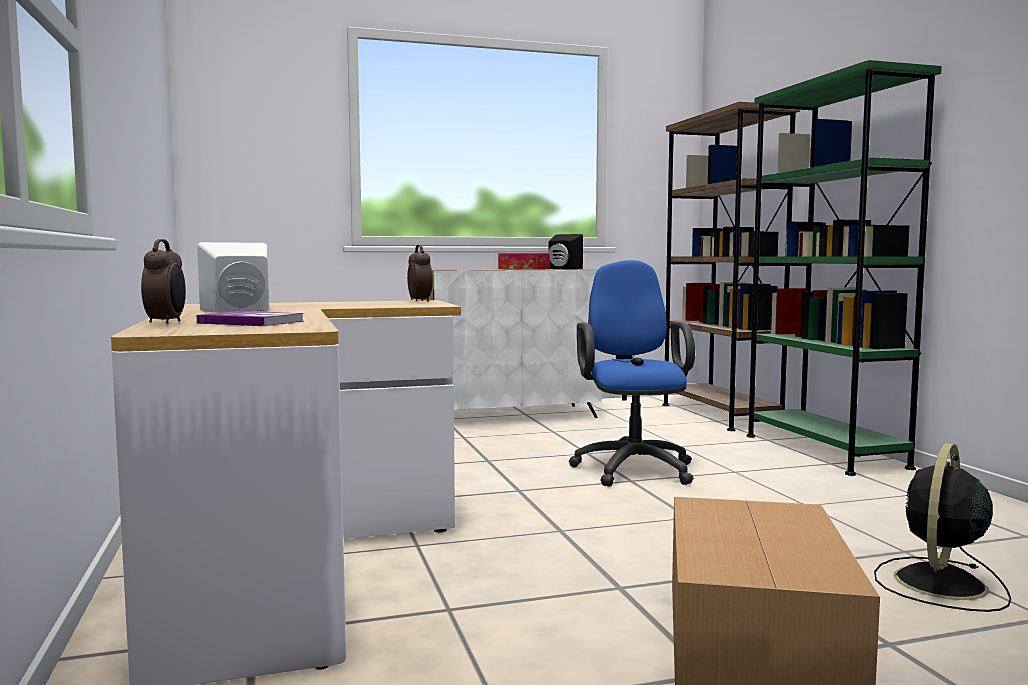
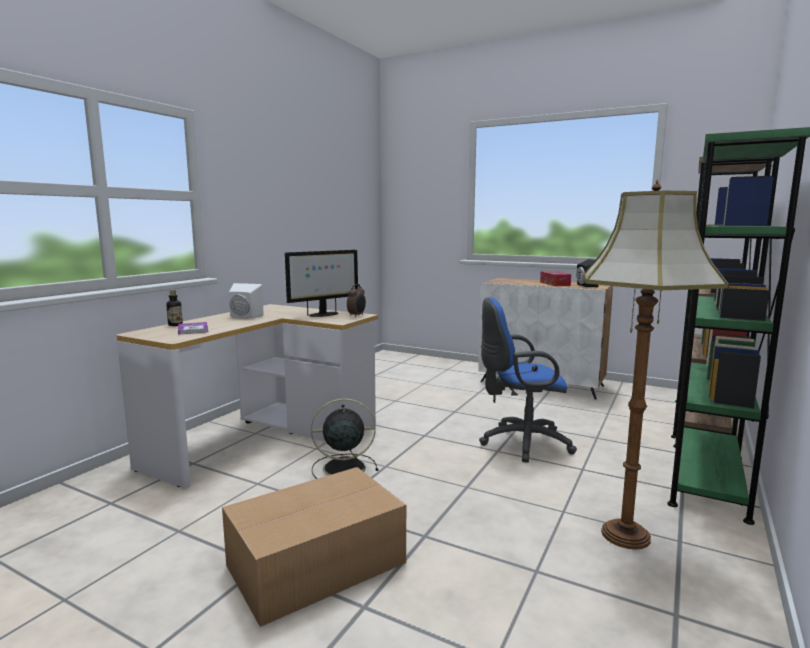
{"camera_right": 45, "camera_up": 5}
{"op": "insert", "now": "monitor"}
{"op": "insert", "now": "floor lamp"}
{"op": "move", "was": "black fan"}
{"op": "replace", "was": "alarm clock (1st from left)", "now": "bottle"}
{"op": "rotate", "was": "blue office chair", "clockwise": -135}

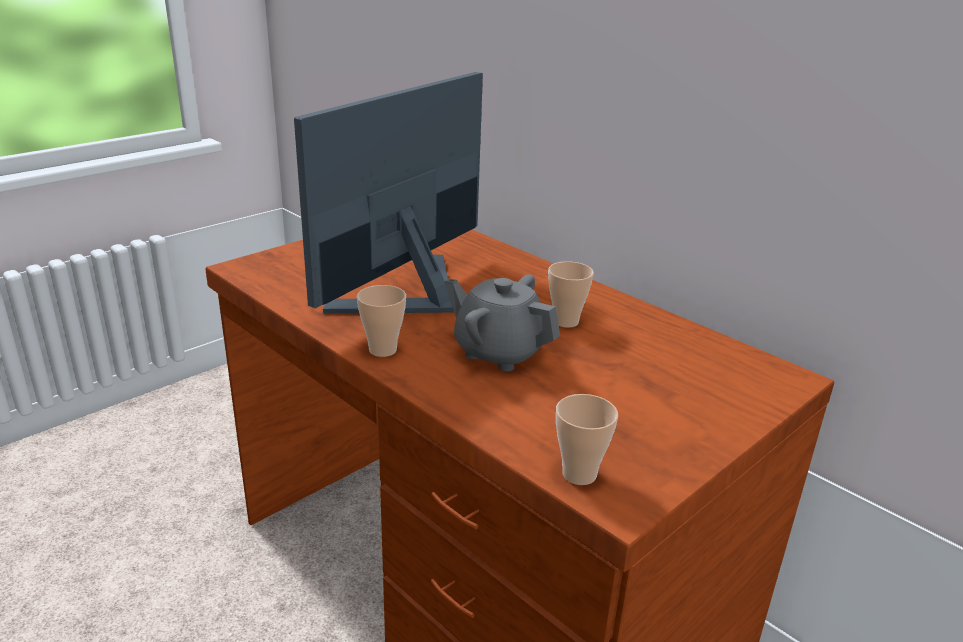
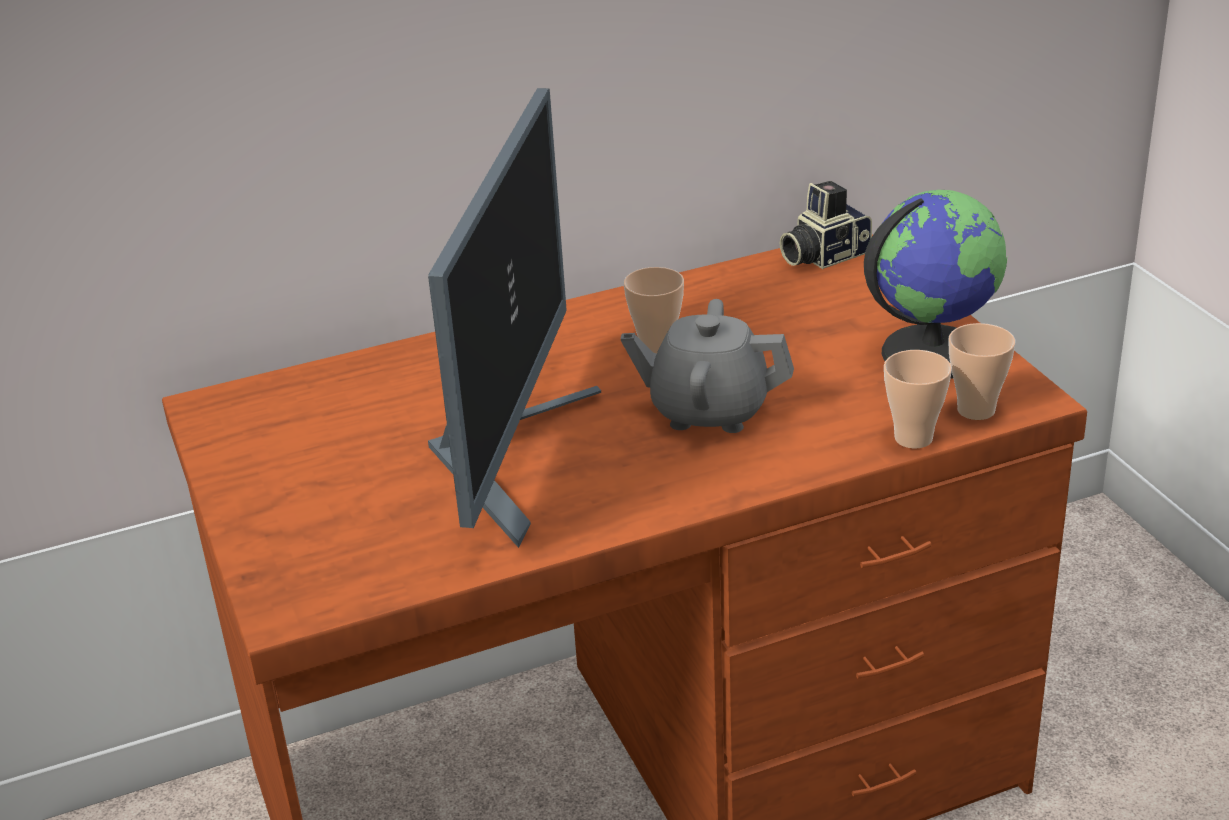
{"camera_right": -65, "camera_up": 5}
{"op": "insert", "now": "photo camera"}
{"op": "insert", "now": "globe"}
{"op": "move", "was": "cup (1st from left in the first image)", "now": "cup (2nd from left)"}
{"op": "rotate", "was": "monitor", "clockwise": -135}
{"op": "rotate", "was": "grey teapot", "clockwise": 45}

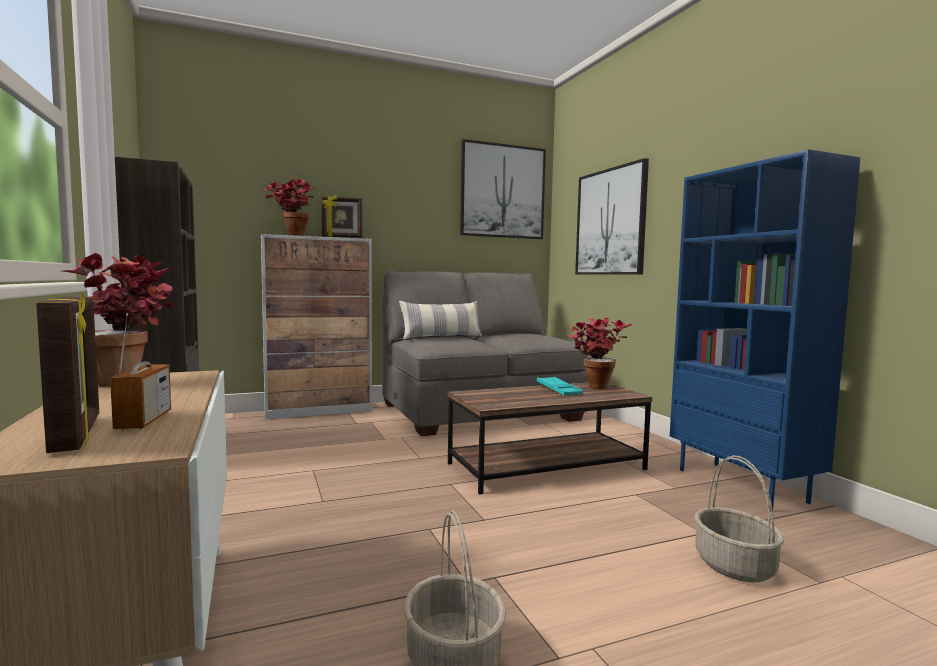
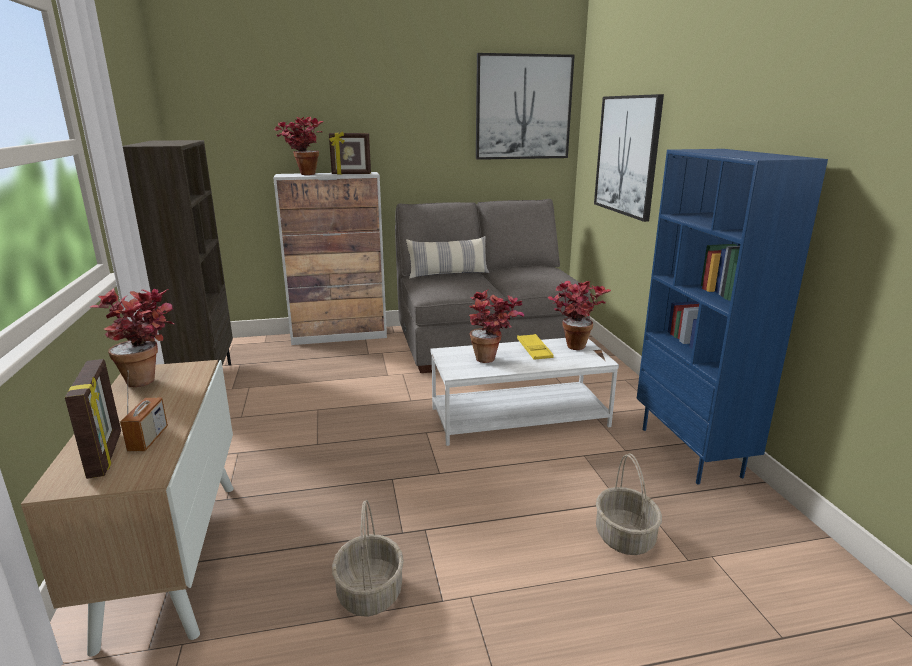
{"camera_right": 10, "camera_up": 15}
{"op": "insert", "now": "potted plant (3rd from left)"}
{"op": "recolor", "was": "brown coffee table", "now": "white coffee table"}
{"op": "recolor", "was": "turquoise tray", "now": "yellow tray"}

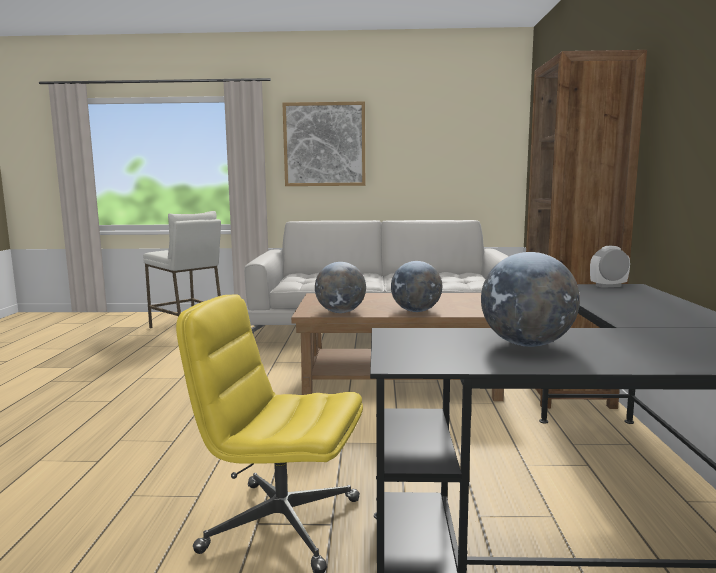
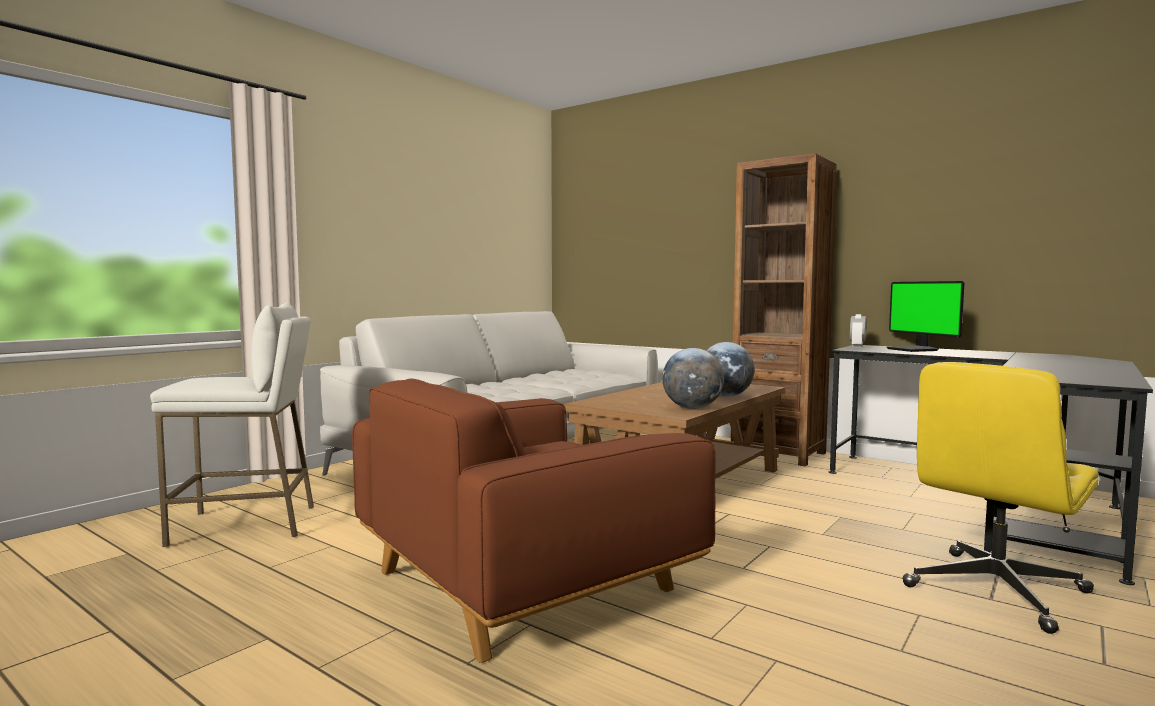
{"camera_right": -55, "camera_up": -5}
{"op": "delete", "was": "picture"}
{"op": "delete", "was": "globe (3rd from left)"}
{"op": "insert", "now": "brown armchair"}
{"op": "insert", "now": "monitor"}

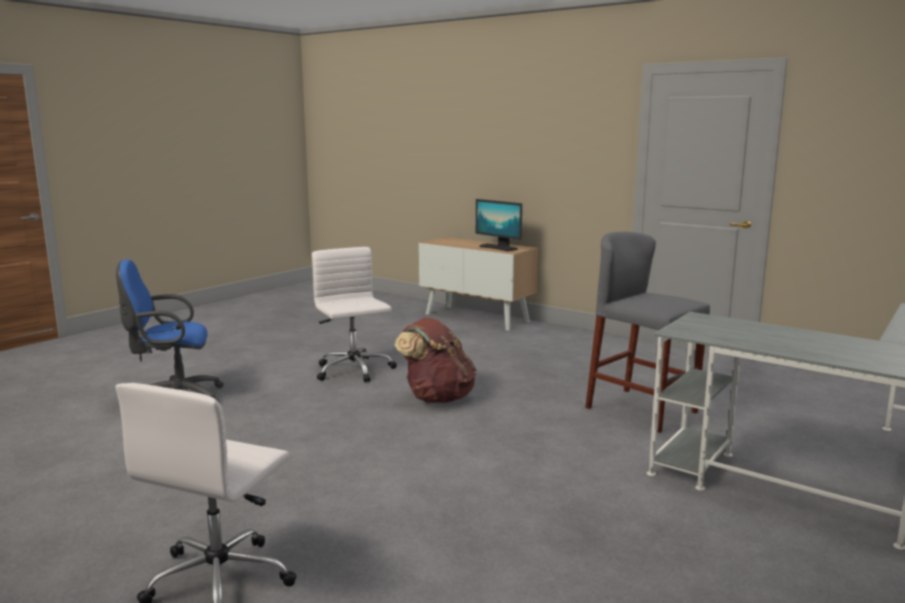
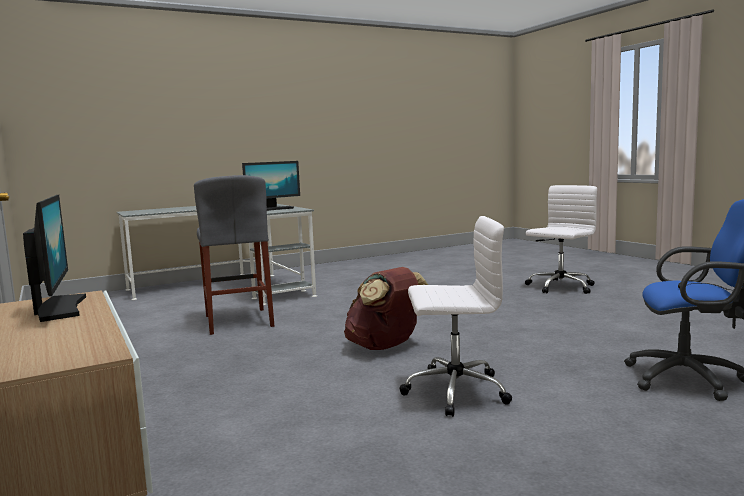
{"camera_right": -155, "camera_up": -5}
{"op": "insert", "now": "monitor (2nd from left)"}
{"op": "rotate", "was": "white office chair (2nd from left in the first image)", "clockwise": -90}

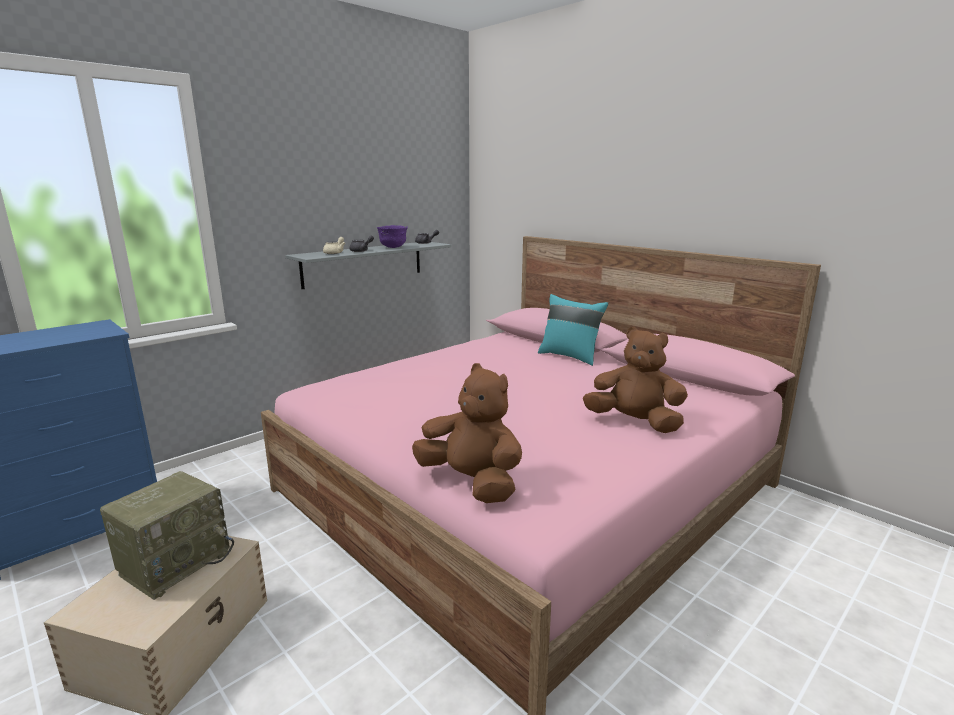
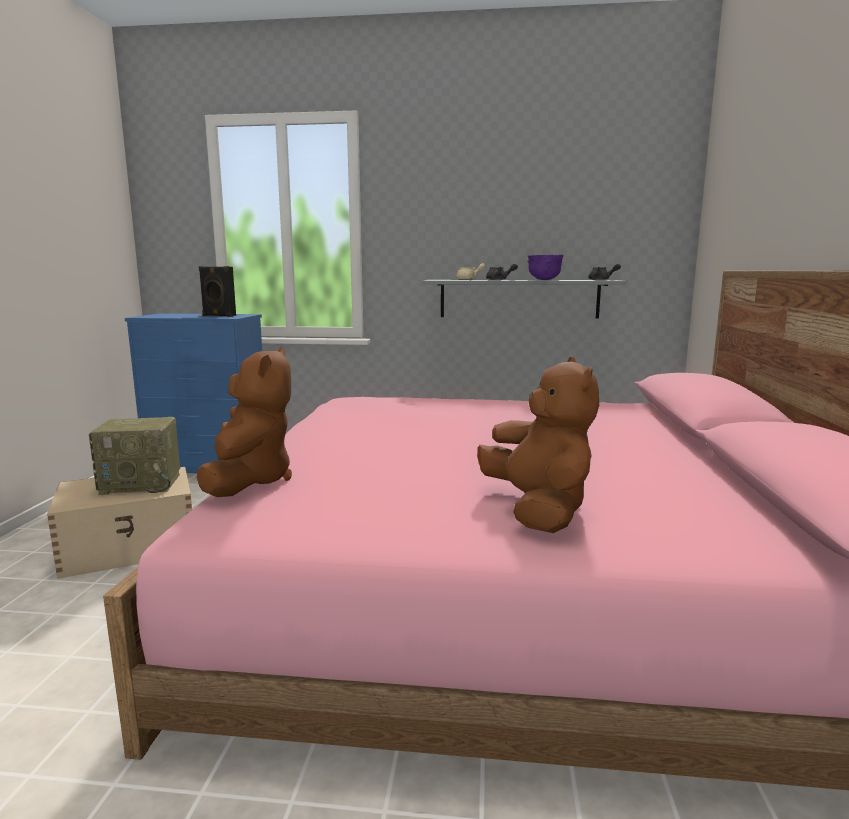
{"camera_right": 50, "camera_up": -5}
{"op": "delete", "was": "turquoise pillow"}
{"op": "insert", "now": "black speaker"}

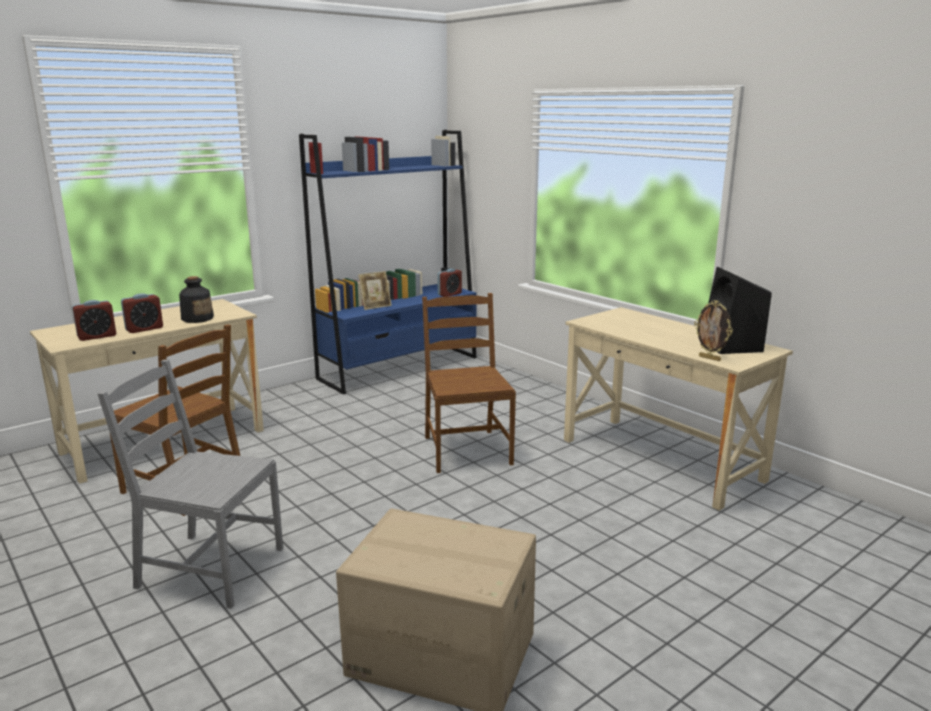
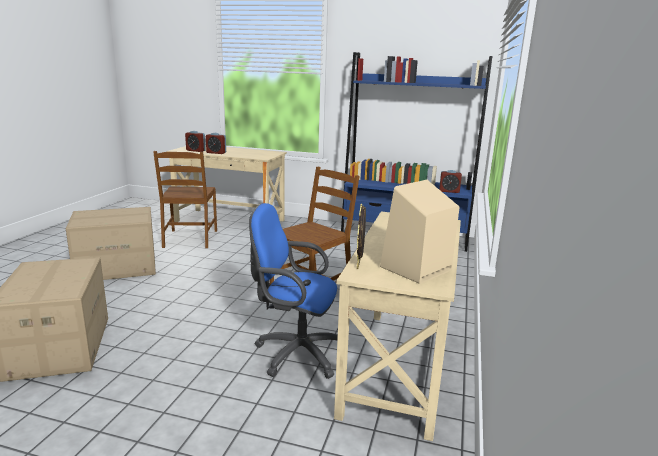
{"camera_right": 55, "camera_up": 0}
{"op": "delete", "was": "bottle"}
{"op": "delete", "was": "picture frame (1st from left)"}
{"op": "insert", "now": "blue office chair"}
{"op": "replace", "was": "grey chair", "now": "cardboard box (2nd from left)"}
{"op": "recolor", "was": "black speaker", "now": "beige speaker"}

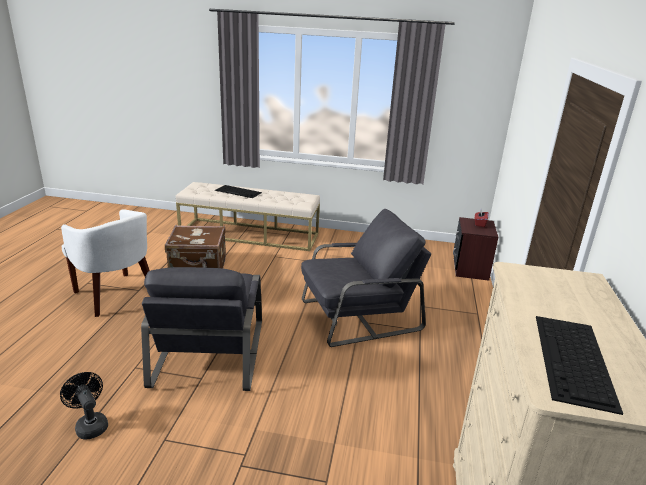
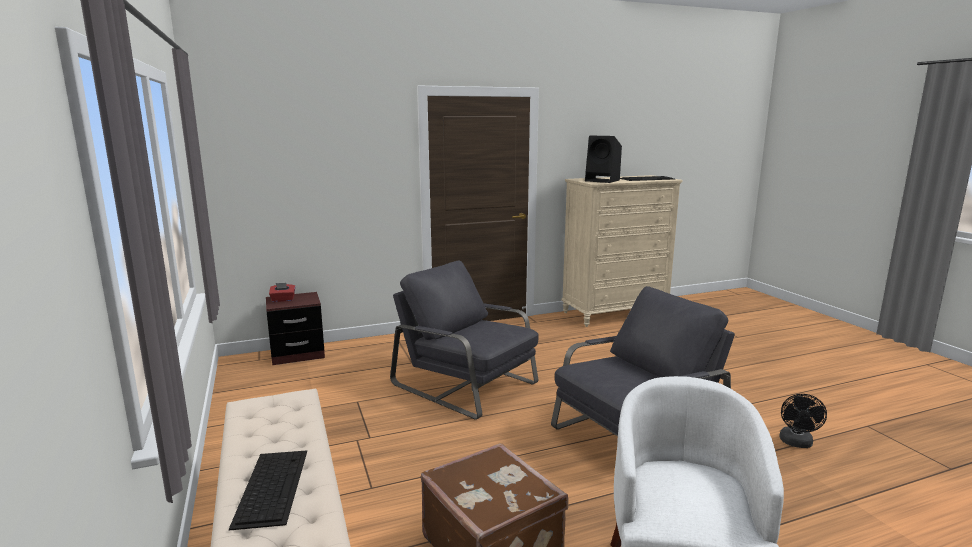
{"camera_right": -120, "camera_up": -10}
{"op": "insert", "now": "black speaker"}

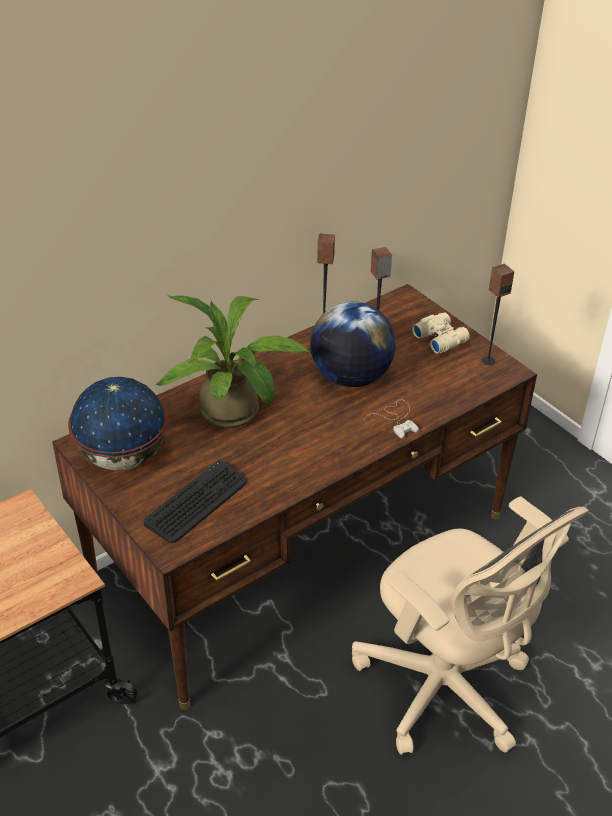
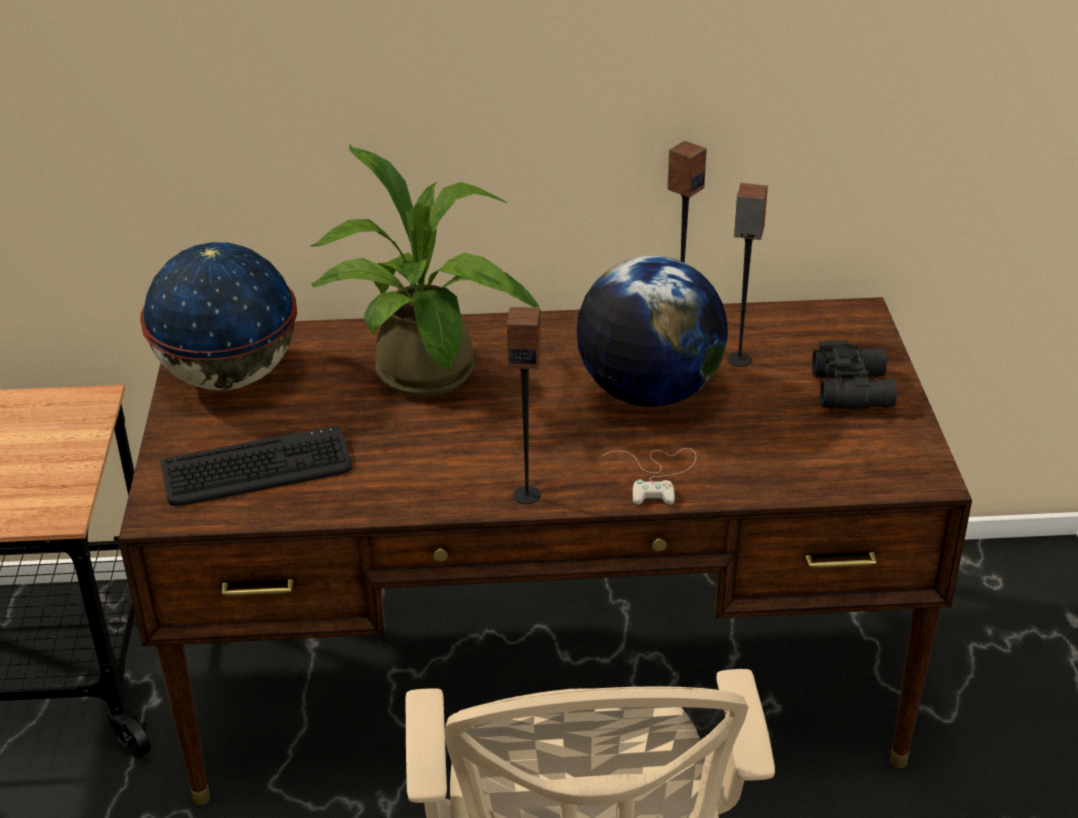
{"camera_right": 35, "camera_up": -5}
{"op": "move", "was": "speaker (3rd from left in the first image)", "now": "speaker (1st from left)"}
{"op": "recolor", "was": "beige binoculars", "now": "black binoculars"}

